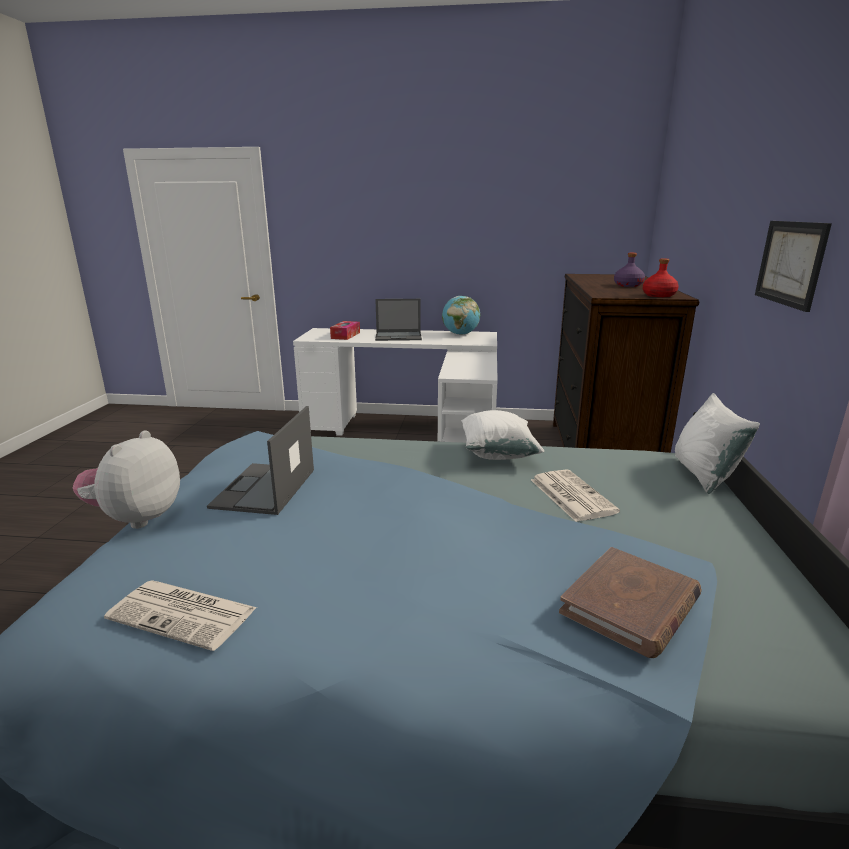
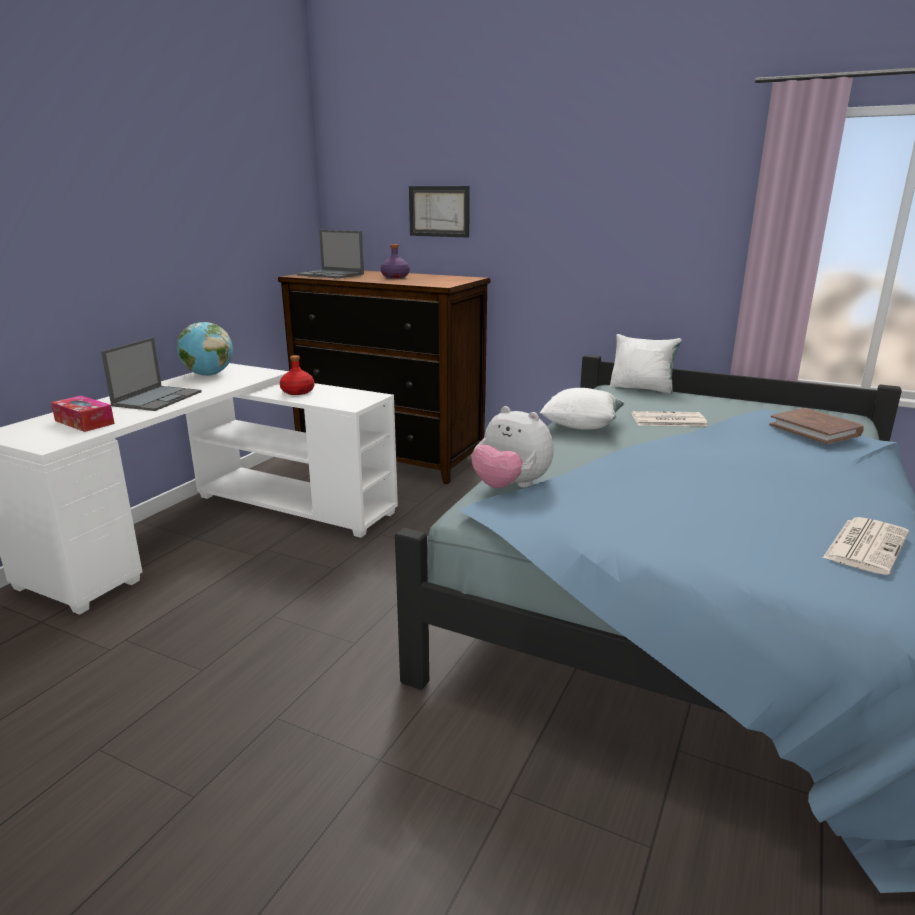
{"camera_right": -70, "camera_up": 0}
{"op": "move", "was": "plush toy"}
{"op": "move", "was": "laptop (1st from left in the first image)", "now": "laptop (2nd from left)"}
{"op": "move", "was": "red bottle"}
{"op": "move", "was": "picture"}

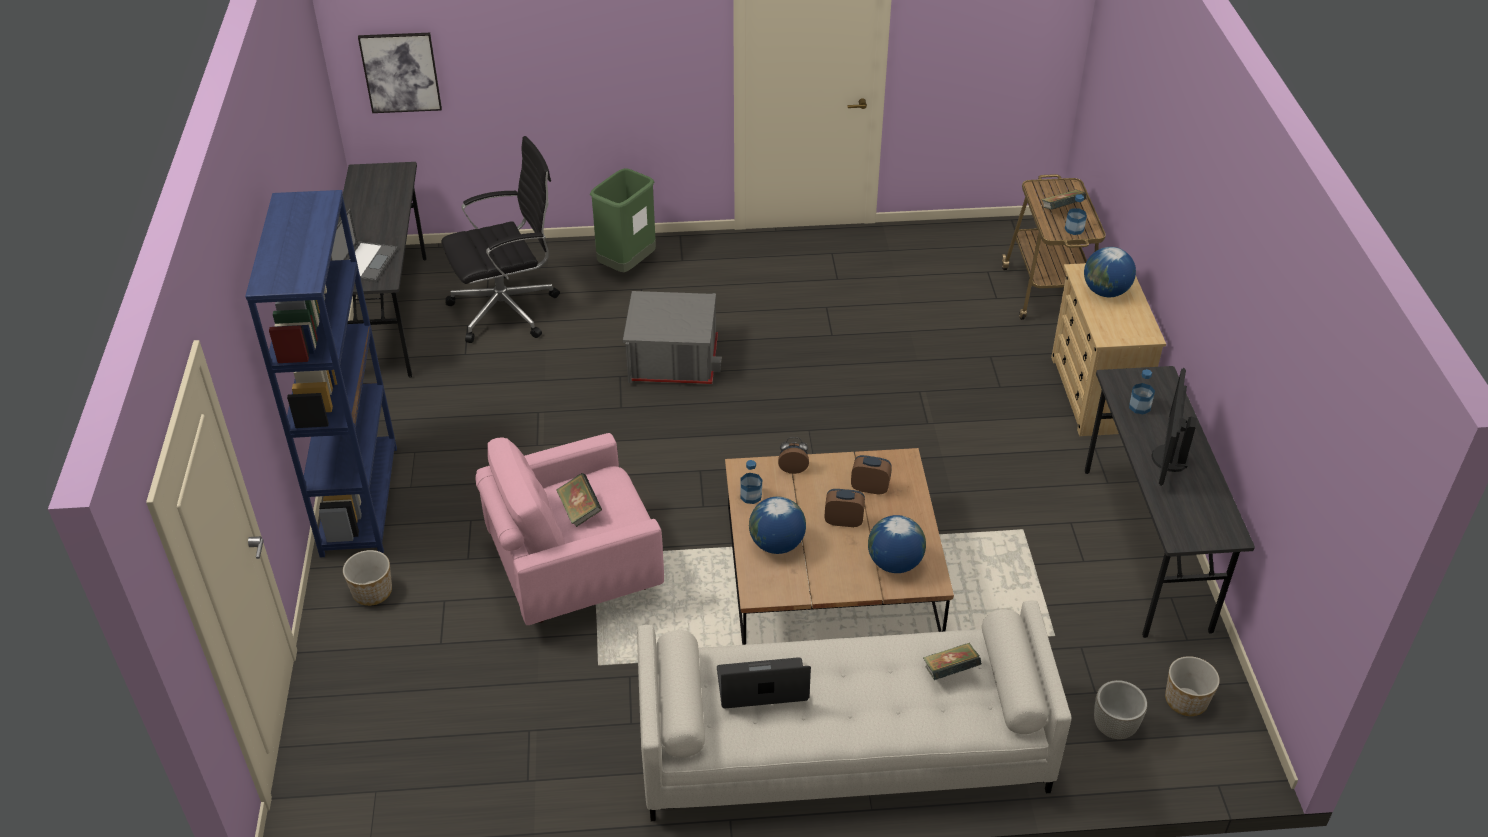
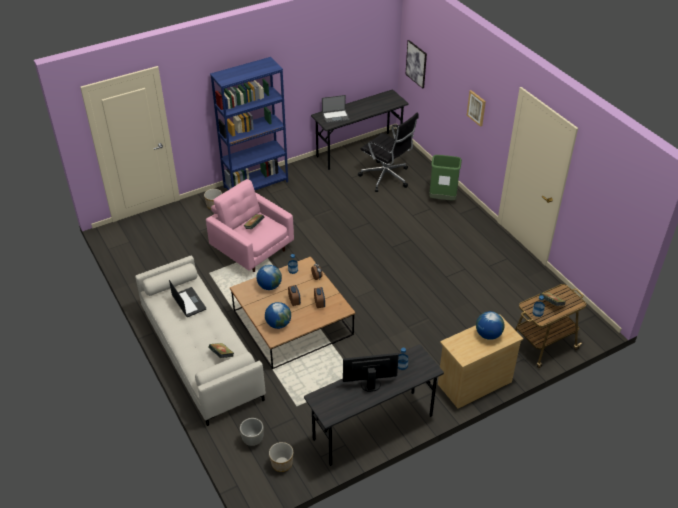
{"camera_right": 65, "camera_up": 0}
{"op": "delete", "was": "grey storage box"}
{"op": "insert", "now": "picture (2nd from left)"}

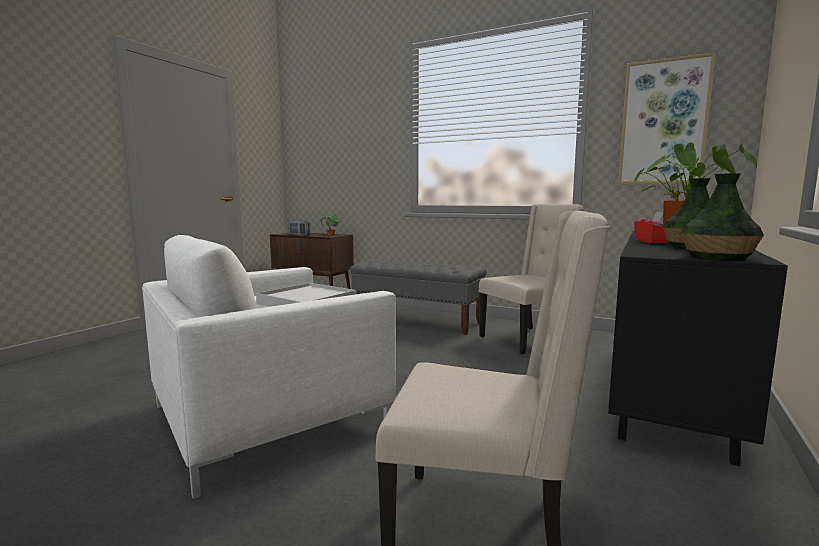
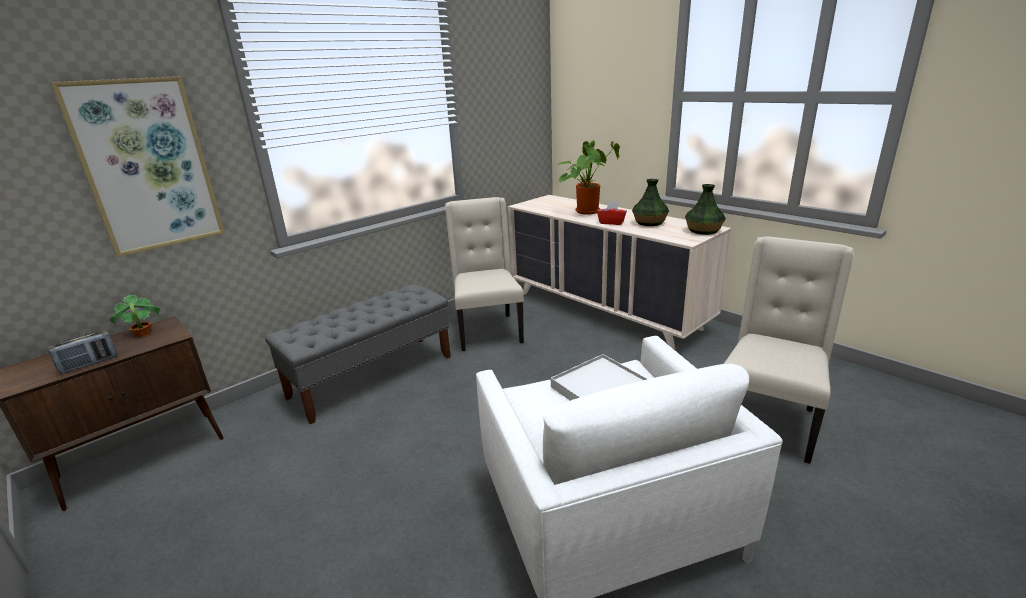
{"camera_right": -70, "camera_up": 15}
{"op": "move", "was": "picture"}
{"op": "recolor", "was": "black dresser", "now": "beige dresser"}

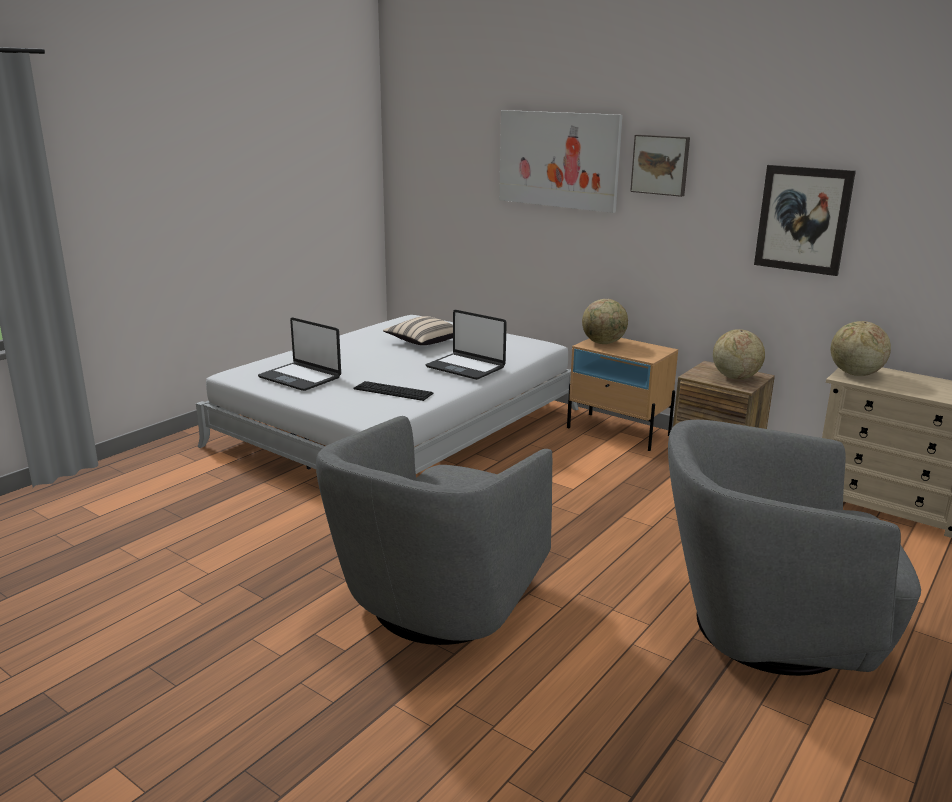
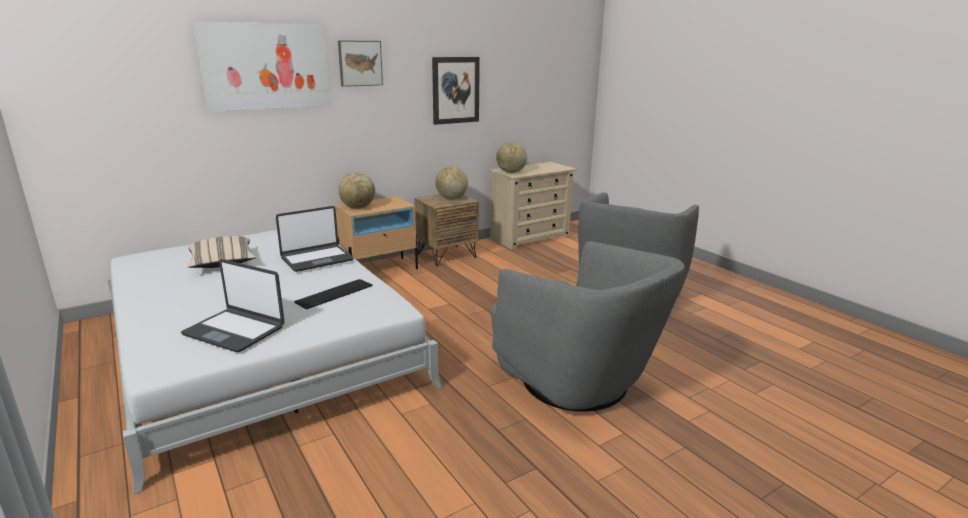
{"camera_right": -70, "camera_up": 0}
{"op": "rotate", "was": "laptop (1st from left)", "clockwise": 60}

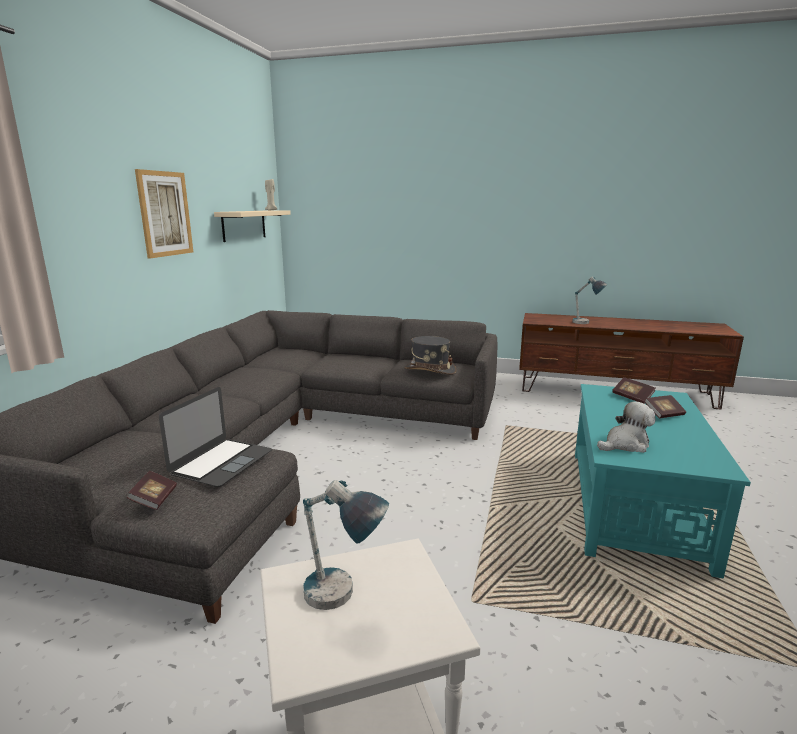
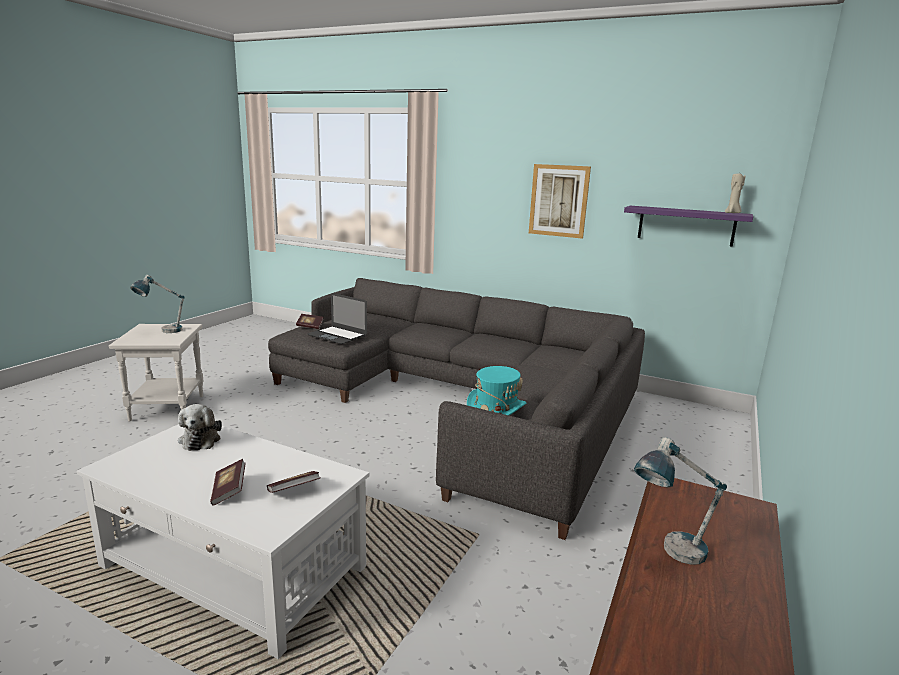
{"camera_right": 100, "camera_up": 0}
{"op": "recolor", "was": "beige shelf", "now": "purple shelf"}
{"op": "recolor", "was": "grey hat", "now": "turquoise hat"}
{"op": "recolor", "was": "turquoise coffee table", "now": "white coffee table"}

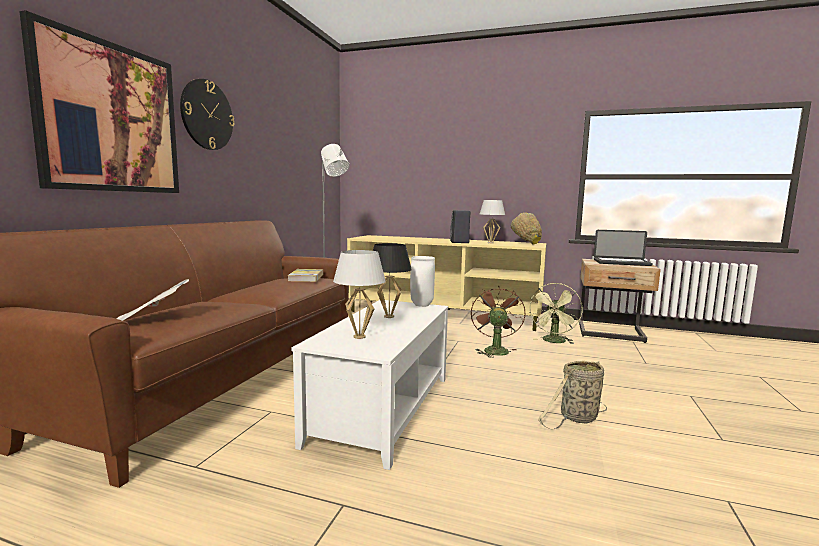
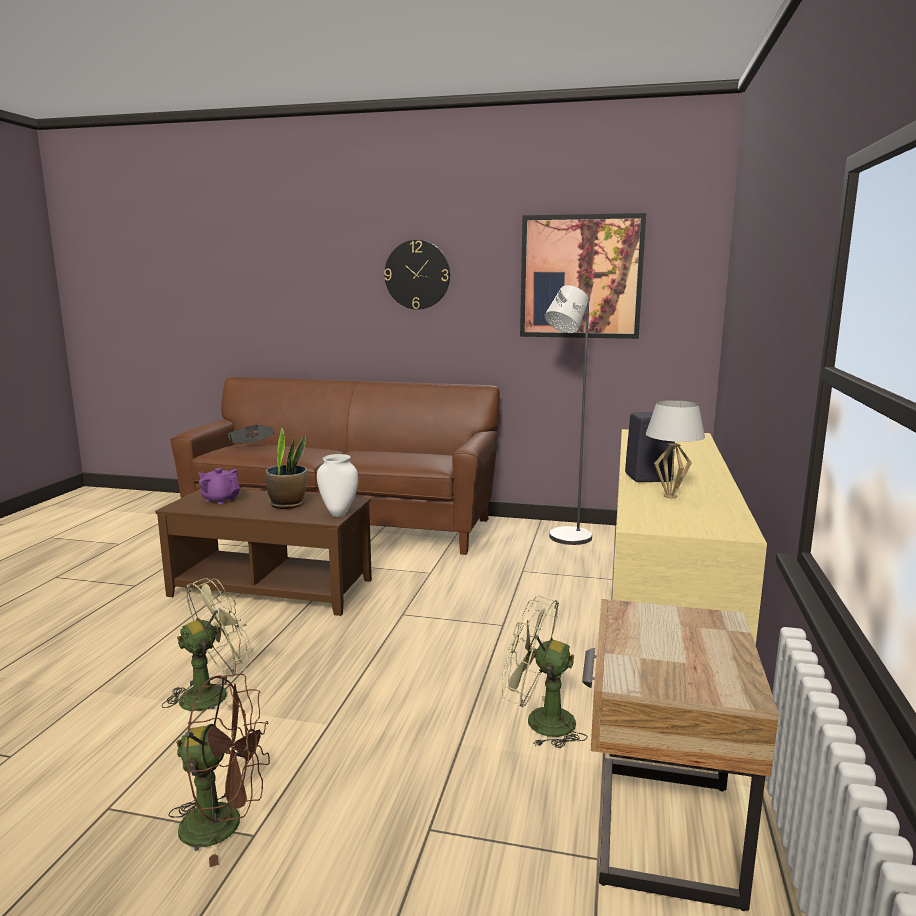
{"camera_right": 85, "camera_up": 5}
{"op": "delete", "was": "book"}
{"op": "delete", "was": "yellow bowl"}
{"op": "delete", "was": "laptop"}
{"op": "move", "was": "picture"}
{"op": "move", "was": "brown fan"}
{"op": "replace", "was": "white table lamp (1st from left)", "now": "purple teapot"}
{"op": "replace", "was": "black table lamp", "now": "potted plant"}
{"op": "replace", "was": "basket", "now": "green fan (1st from left)"}
{"op": "recolor", "was": "white coffee table", "now": "brown coffee table"}

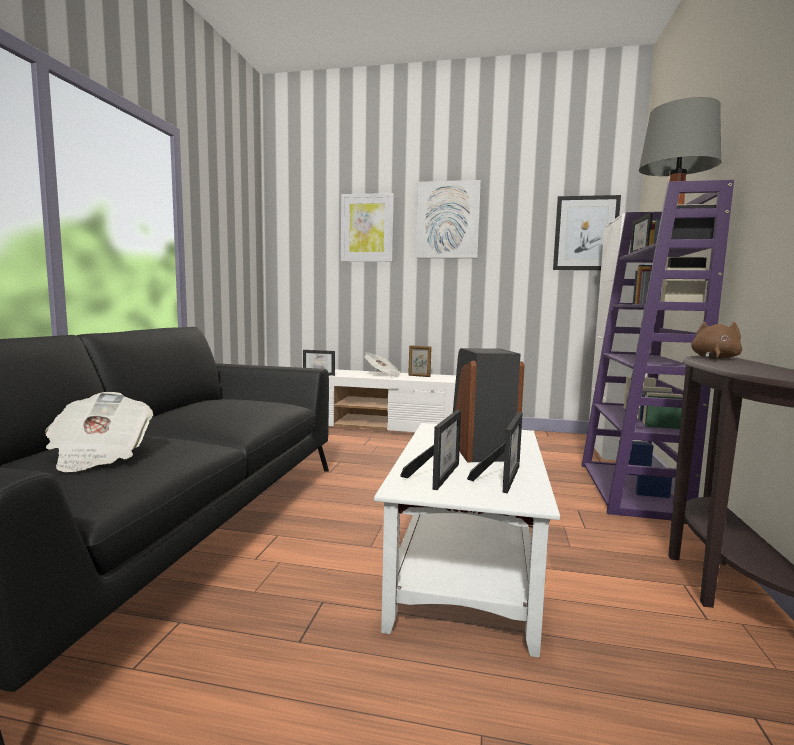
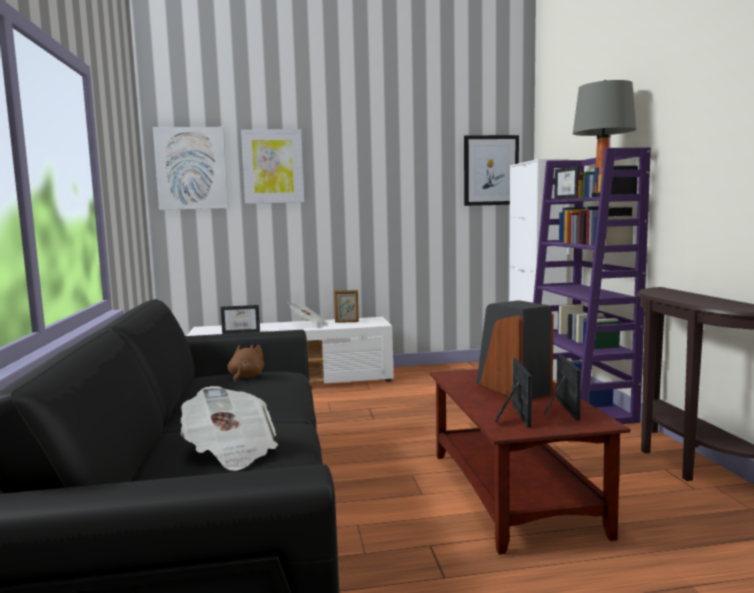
{"camera_right": -20, "camera_up": 0}
{"op": "move", "was": "picture (2nd from left in the first image)", "now": "picture (1st from left)"}
{"op": "move", "was": "brown plush toy"}
{"op": "recolor", "was": "white coffee table", "now": "brown coffee table"}

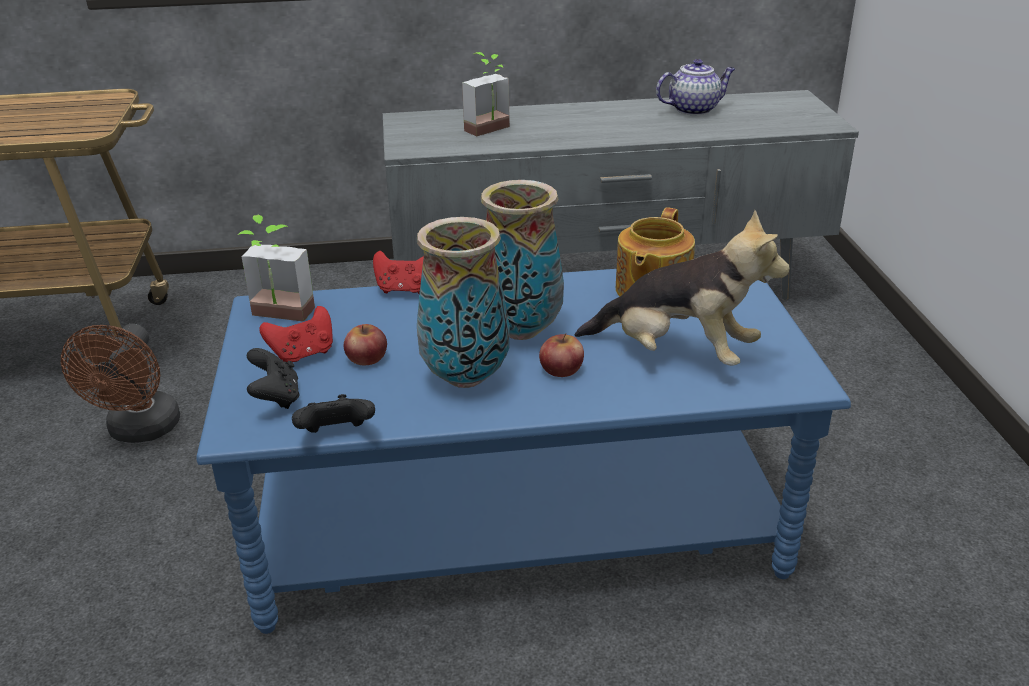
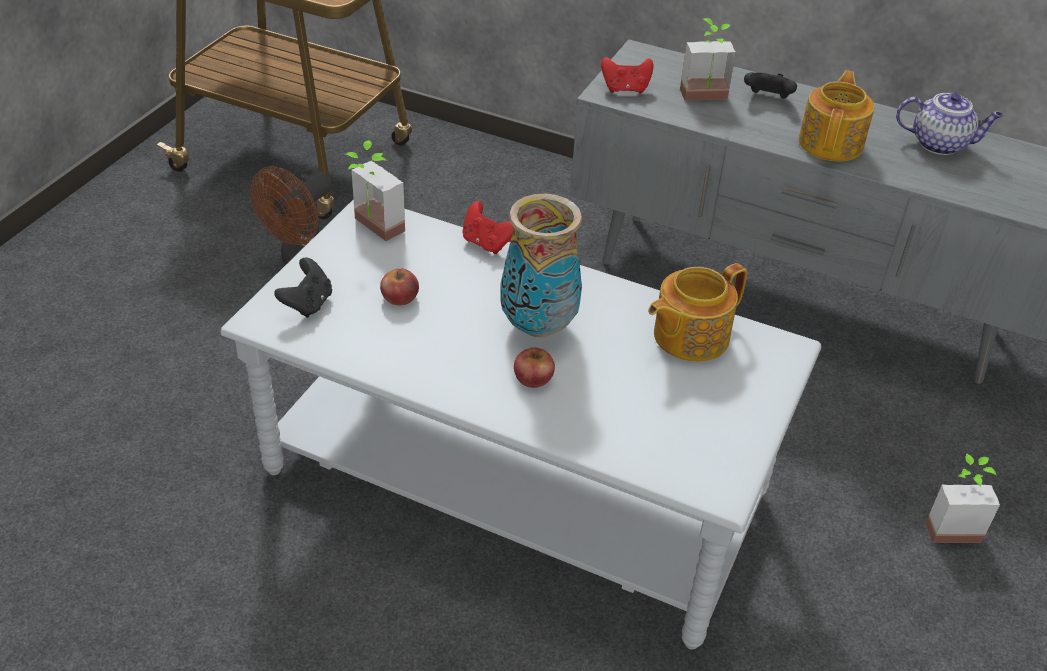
{"camera_right": 30, "camera_up": 10}
{"op": "delete", "was": "vase (1st from left)"}
{"op": "delete", "was": "plush toy"}
{"op": "insert", "now": "teapot (2nd from left)"}
{"op": "insert", "now": "potted plant (3rd from left)"}
{"op": "move", "was": "red game controller (1st from left in the first image)", "now": "red game controller (2nd from left)"}
{"op": "move", "was": "black game controller (2nd from left)"}
{"op": "recolor", "was": "blue coffee table", "now": "grey coffee table"}

